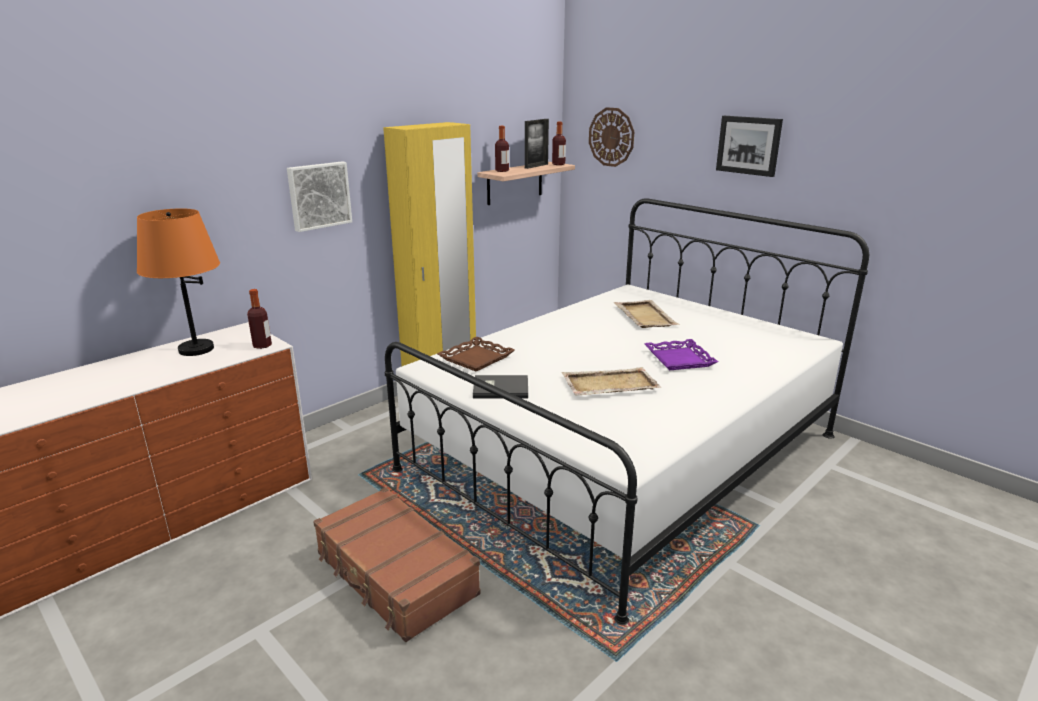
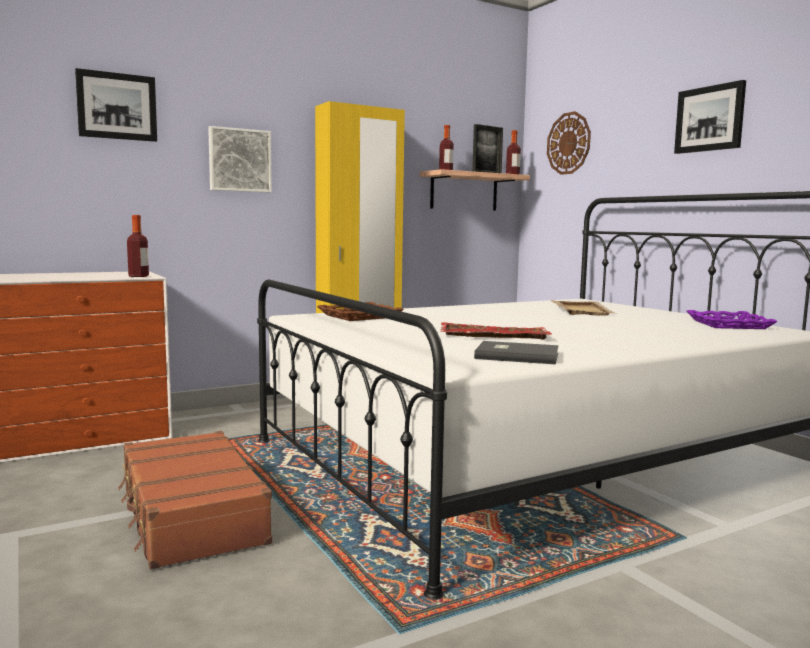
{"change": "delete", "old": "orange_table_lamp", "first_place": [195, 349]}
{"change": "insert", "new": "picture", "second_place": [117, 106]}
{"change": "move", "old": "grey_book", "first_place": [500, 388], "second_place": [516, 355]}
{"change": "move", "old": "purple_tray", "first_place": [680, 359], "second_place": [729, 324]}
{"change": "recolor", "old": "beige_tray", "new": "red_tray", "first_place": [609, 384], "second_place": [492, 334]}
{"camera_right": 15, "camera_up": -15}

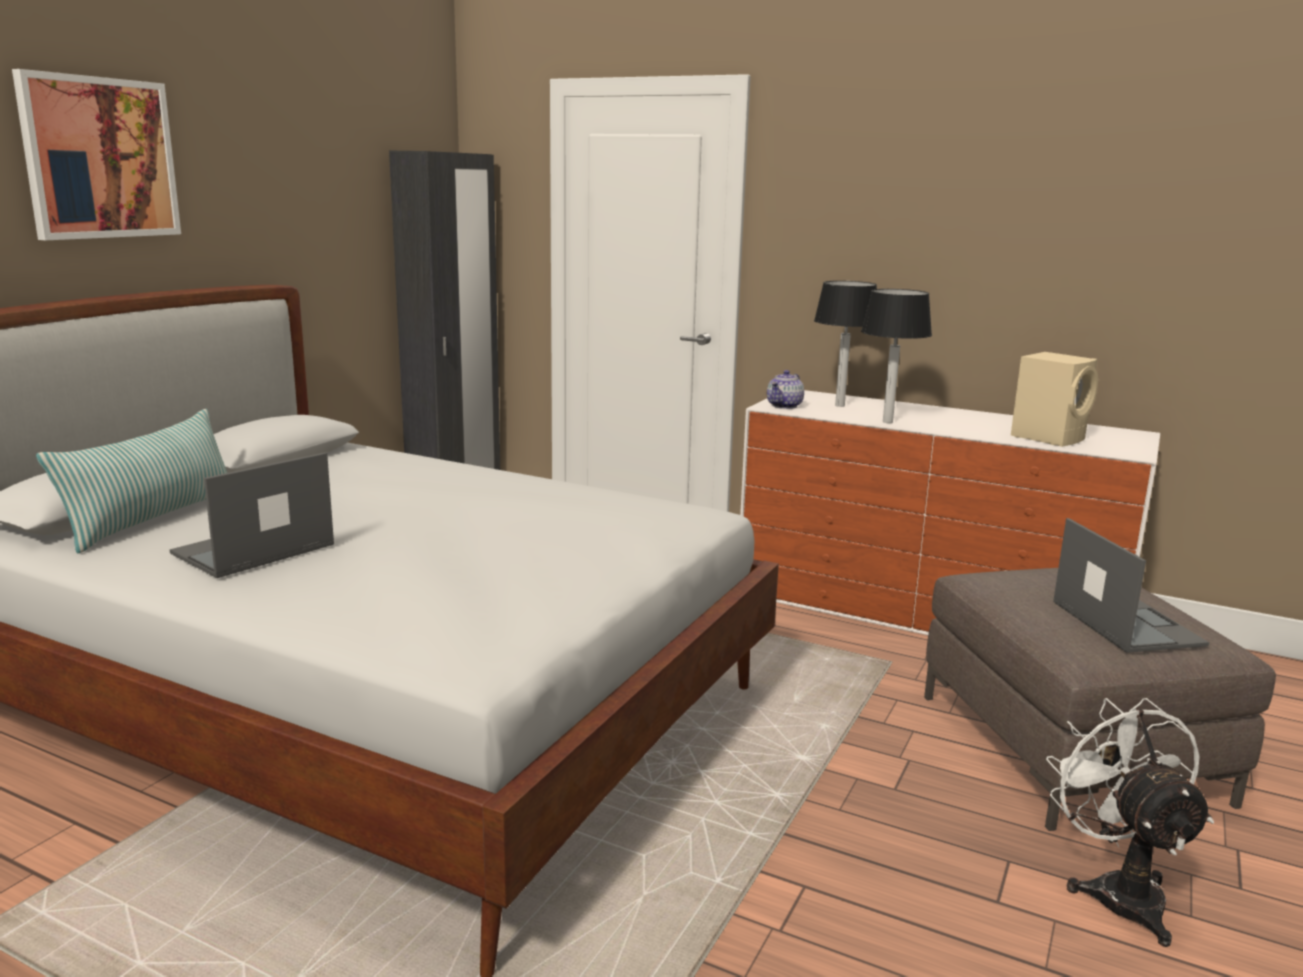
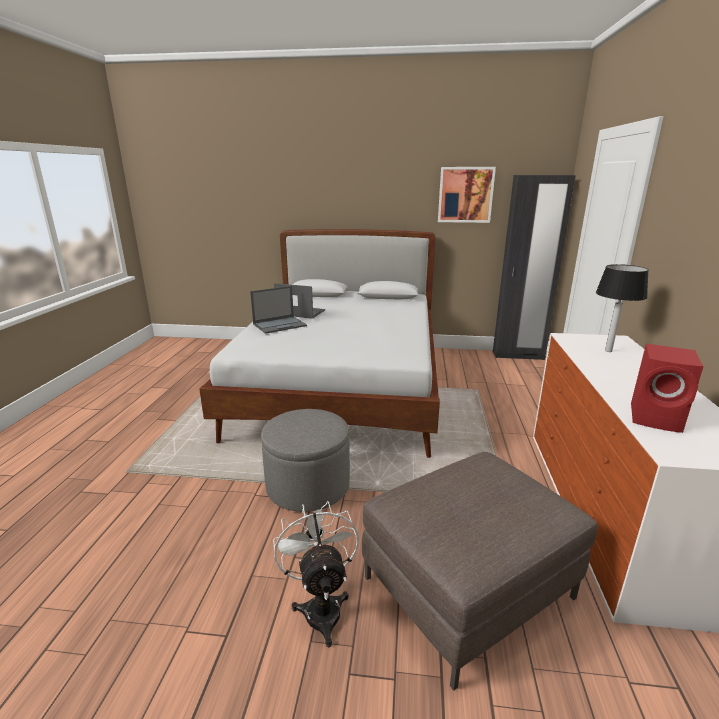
{"change": "delete", "old": "pillow", "first_place": [153, 519]}
{"change": "delete", "old": "teapot", "first_place": [785, 406]}
{"change": "delete", "old": "table_lamp", "first_place": [887, 422]}
{"change": "insert", "new": "grey_ottoman", "second_place": [308, 486]}
{"change": "move", "old": "picture", "first_place": [100, 158], "second_place": [465, 195]}
{"change": "move", "old": "laptop", "first_place": [1124, 622], "second_place": [280, 325]}
{"change": "recolor", "old": "beige_speaker", "new": "red_speaker", "first_place": [1049, 437], "second_place": [657, 418]}
{"change": "rotate", "old": "white_fan", "first_place": [1118, 891], "second_place": [321, 606], "degrees": -75}
{"camera_right": 70, "camera_up": 5}

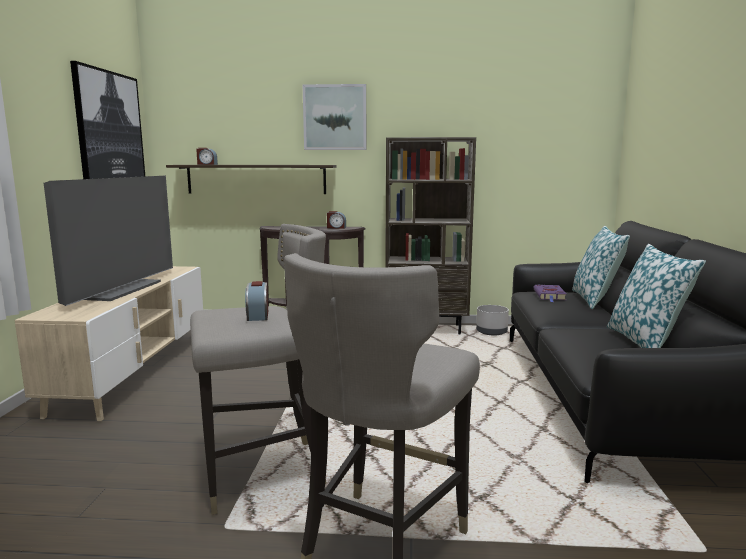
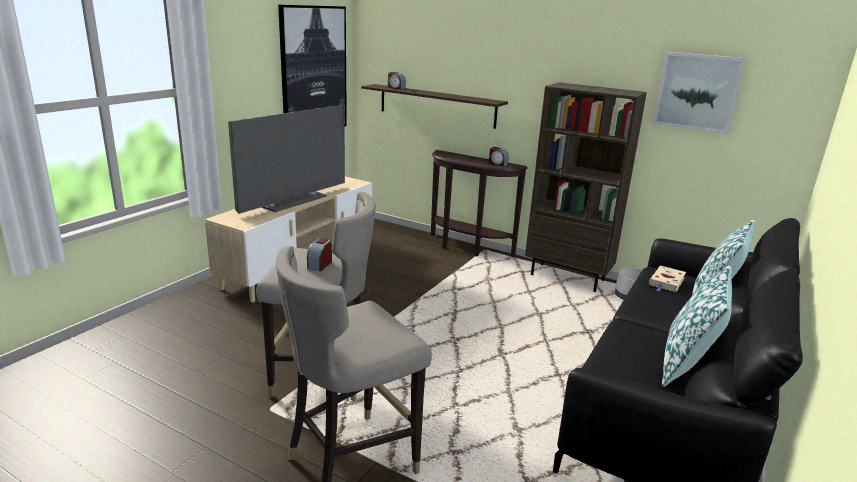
{"change": "move", "old": "picture", "first_place": [335, 117], "second_place": [697, 92]}
{"change": "recolor", "old": "purple_book", "new": "beige_book", "first_place": [549, 296], "second_place": [666, 282]}
{"camera_right": 25, "camera_up": 10}

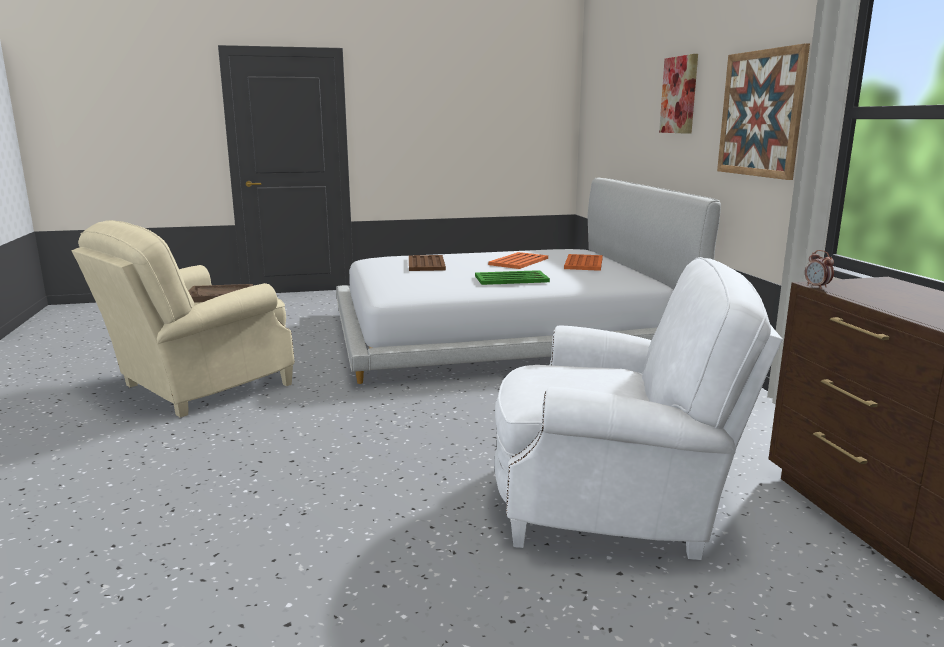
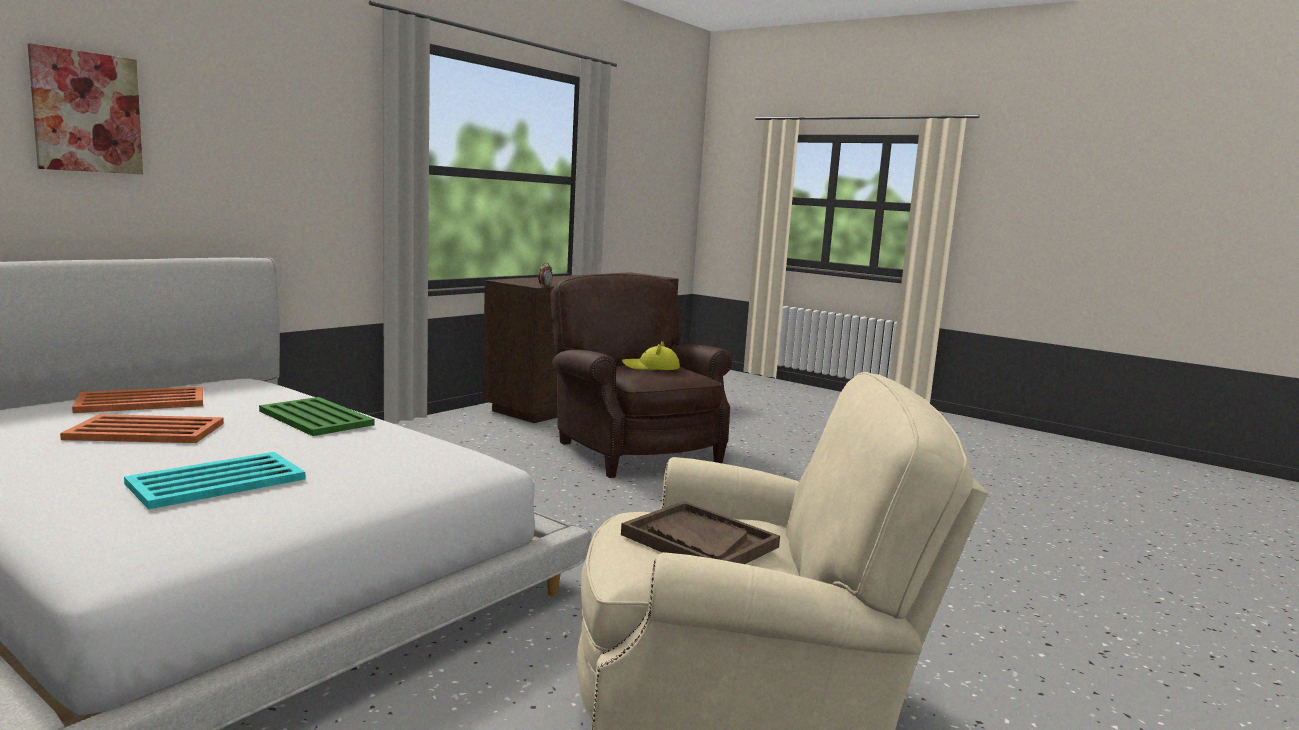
{"change": "delete", "old": "picture", "first_place": [760, 113]}
{"change": "insert", "new": "yellow_hat", "second_place": [651, 367]}
{"change": "recolor", "old": "brown_tray", "new": "turquoise_tray", "first_place": [426, 264], "second_place": [215, 481]}
{"change": "recolor", "old": "white_armchair", "new": "brown_armchair", "first_place": [616, 504], "second_place": [633, 450]}
{"camera_right": -130, "camera_up": -5}

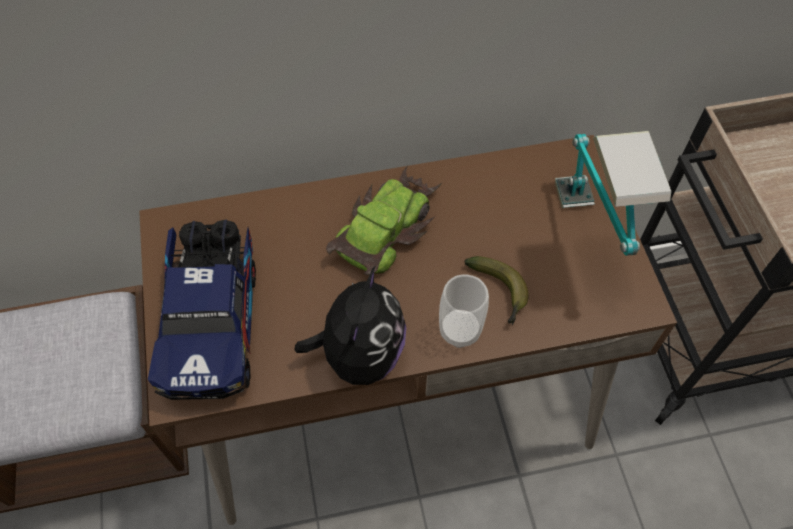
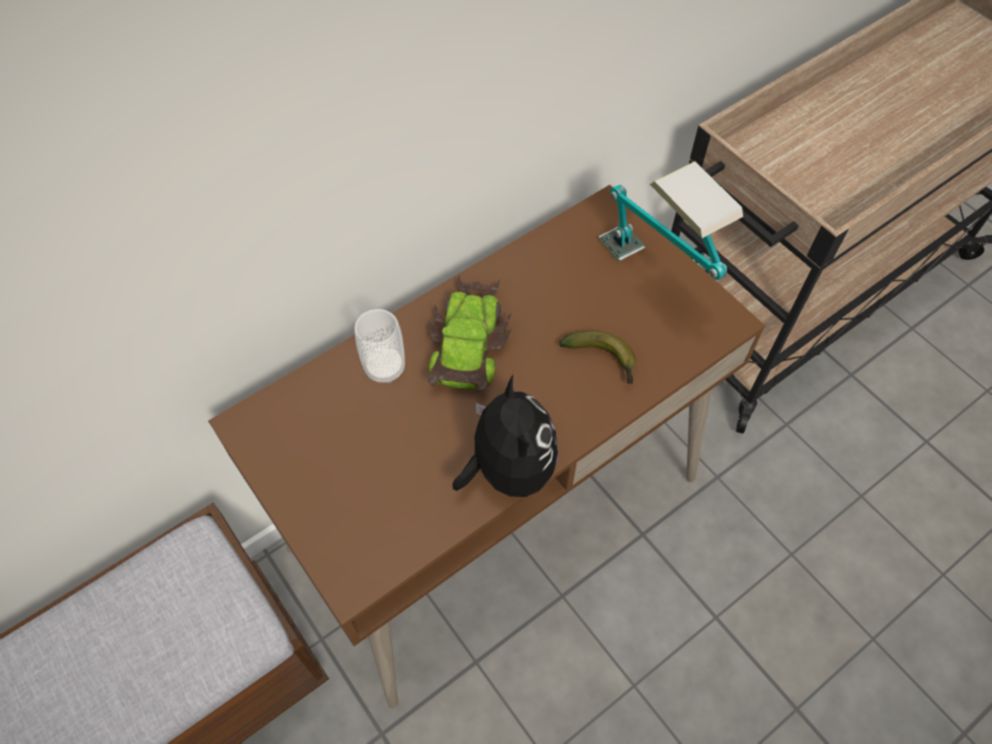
{"change": "delete", "old": "toy_truck", "first_place": [213, 320]}
{"change": "move", "old": "cup", "first_place": [460, 330], "second_place": [385, 368]}
{"camera_right": -25, "camera_up": 0}

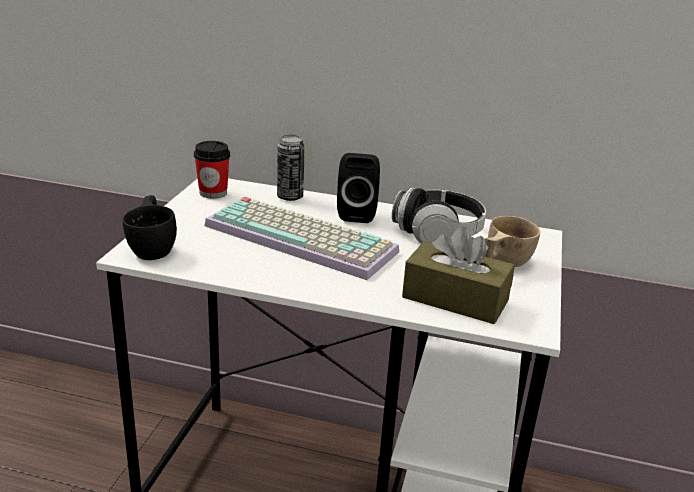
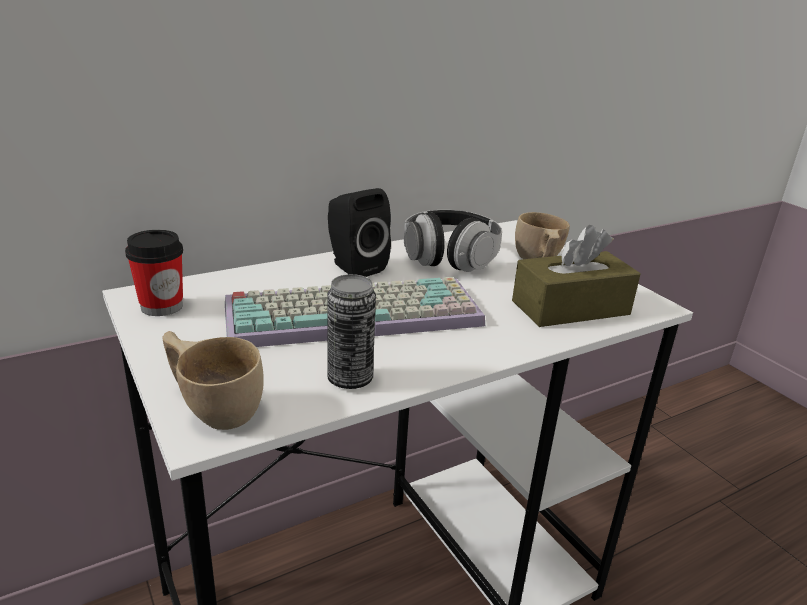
{"change": "move", "old": "can", "first_place": [290, 197], "second_place": [350, 379]}
{"change": "recolor", "old": "black_cup", "new": "beige_cup", "first_place": [153, 247], "second_place": [214, 405]}
{"camera_right": -45, "camera_up": 0}

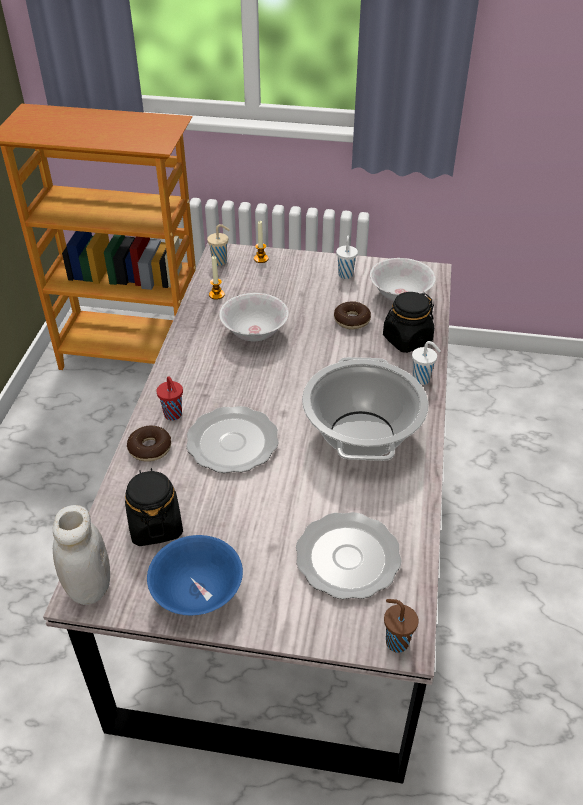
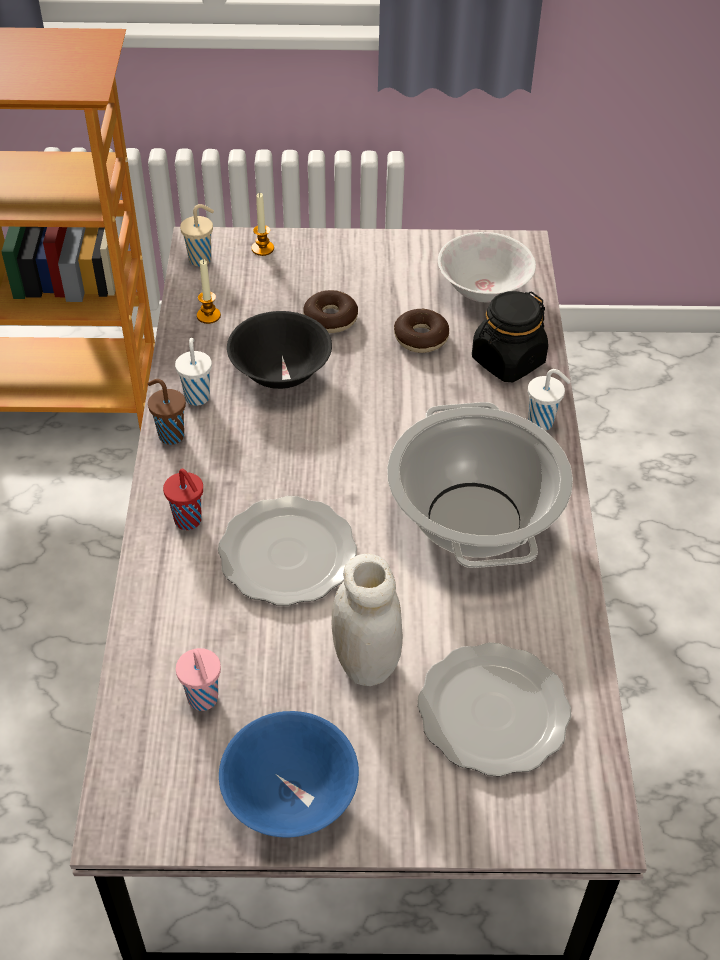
{"change": "move", "old": "white_jar", "first_place": [89, 587], "second_place": [366, 662]}
{"change": "move", "old": "donut", "first_place": [150, 448], "second_place": [330, 319]}
{"change": "move", "old": "white_cup", "first_place": [345, 274], "second_place": [197, 396]}
{"change": "move", "old": "brown_cup", "first_place": [395, 641], "second_place": [170, 435]}
{"change": "replace", "old": "black_jar", "new": "pink_cup", "first_place": [155, 525], "second_place": [203, 700]}
{"change": "recolor", "old": "white_bowl", "new": "black_bowl", "first_place": [254, 333], "second_place": [280, 374]}
{"camera_right": -10, "camera_up": 5}

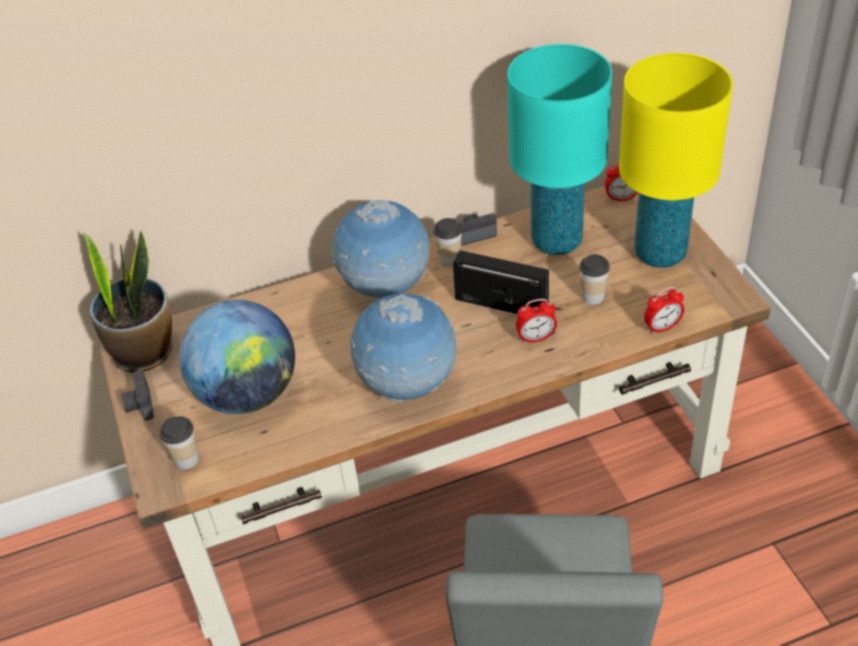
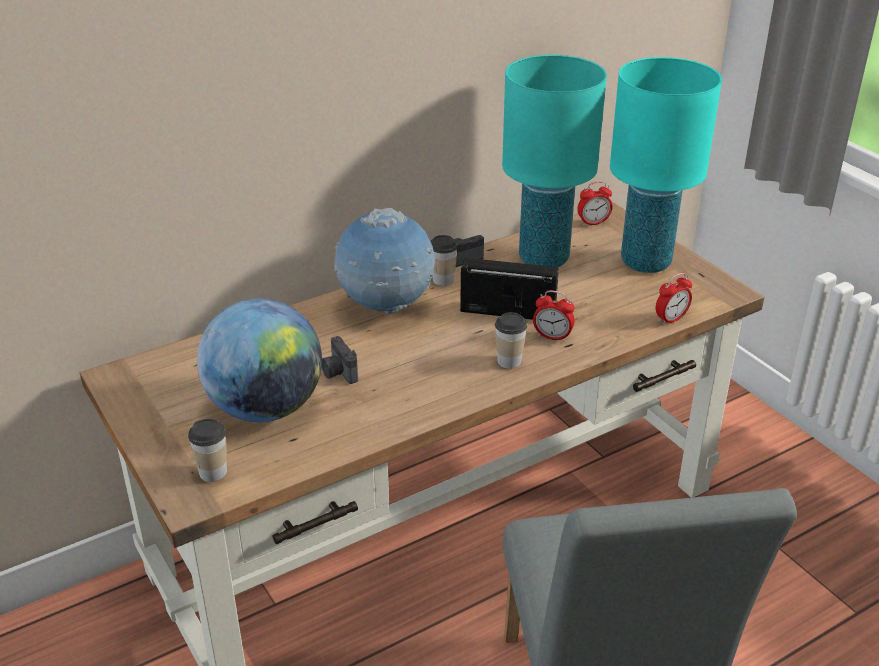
{"change": "delete", "old": "potted_plant", "first_place": [144, 351]}
{"change": "delete", "old": "globe", "first_place": [408, 386]}
{"change": "move", "old": "photo_camera", "first_place": [140, 405], "second_place": [338, 373]}
{"change": "move", "old": "cup", "first_place": [593, 296], "second_place": [509, 361]}
{"change": "recolor", "old": "yellow_table_lamp", "new": "turquoise_table_lamp", "first_place": [660, 253], "second_place": [646, 262]}
{"change": "rotate", "old": "alarm_clock", "first_place": [536, 338], "second_place": [552, 337], "degrees": 45}
{"camera_right": -15, "camera_up": -10}

